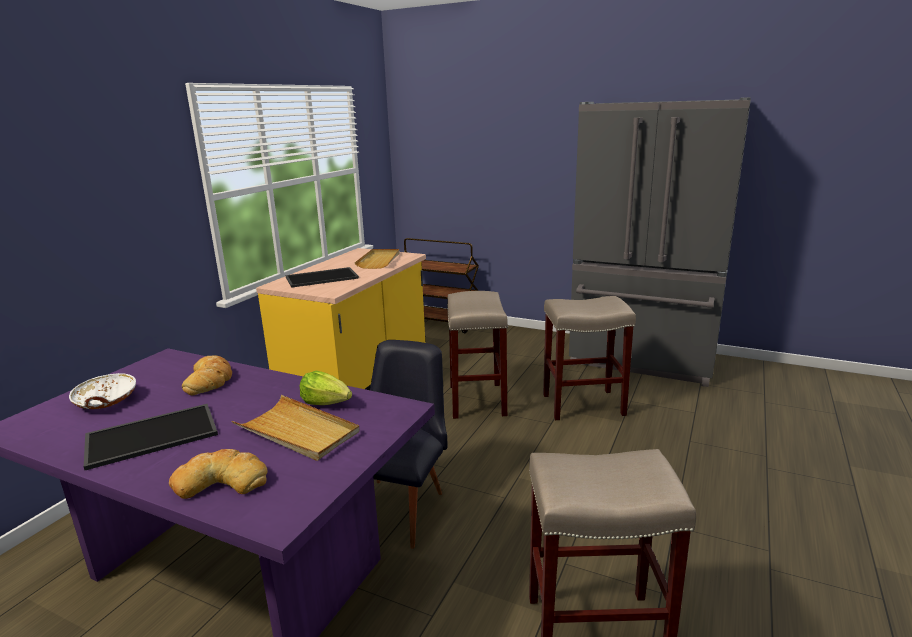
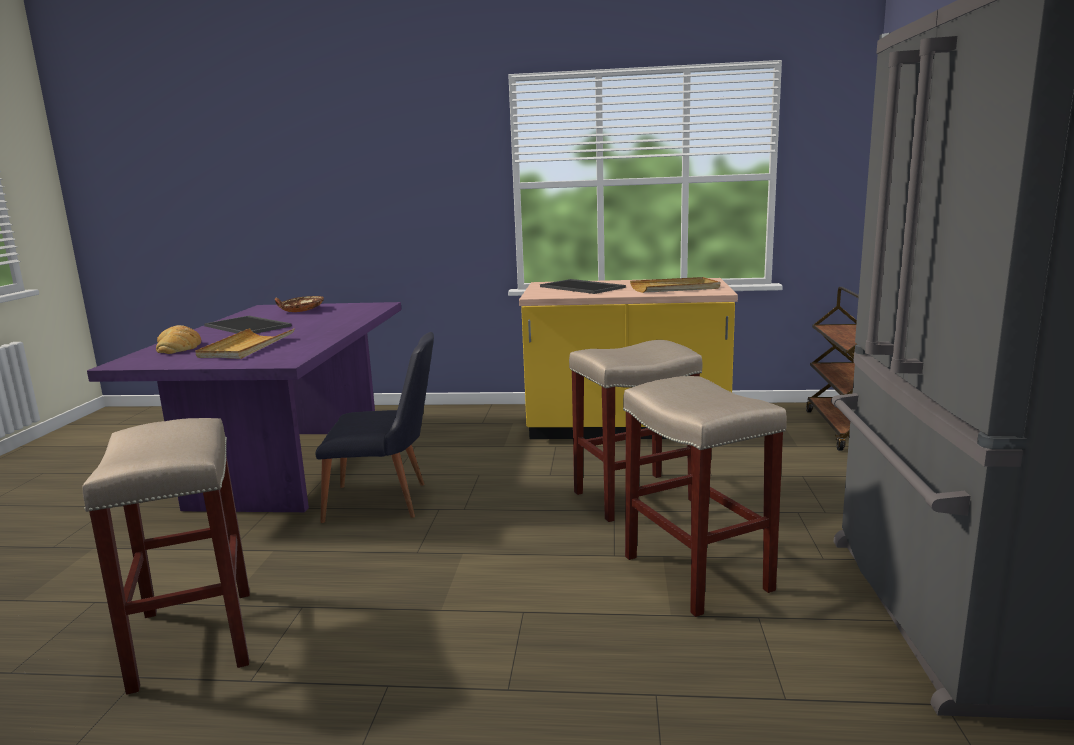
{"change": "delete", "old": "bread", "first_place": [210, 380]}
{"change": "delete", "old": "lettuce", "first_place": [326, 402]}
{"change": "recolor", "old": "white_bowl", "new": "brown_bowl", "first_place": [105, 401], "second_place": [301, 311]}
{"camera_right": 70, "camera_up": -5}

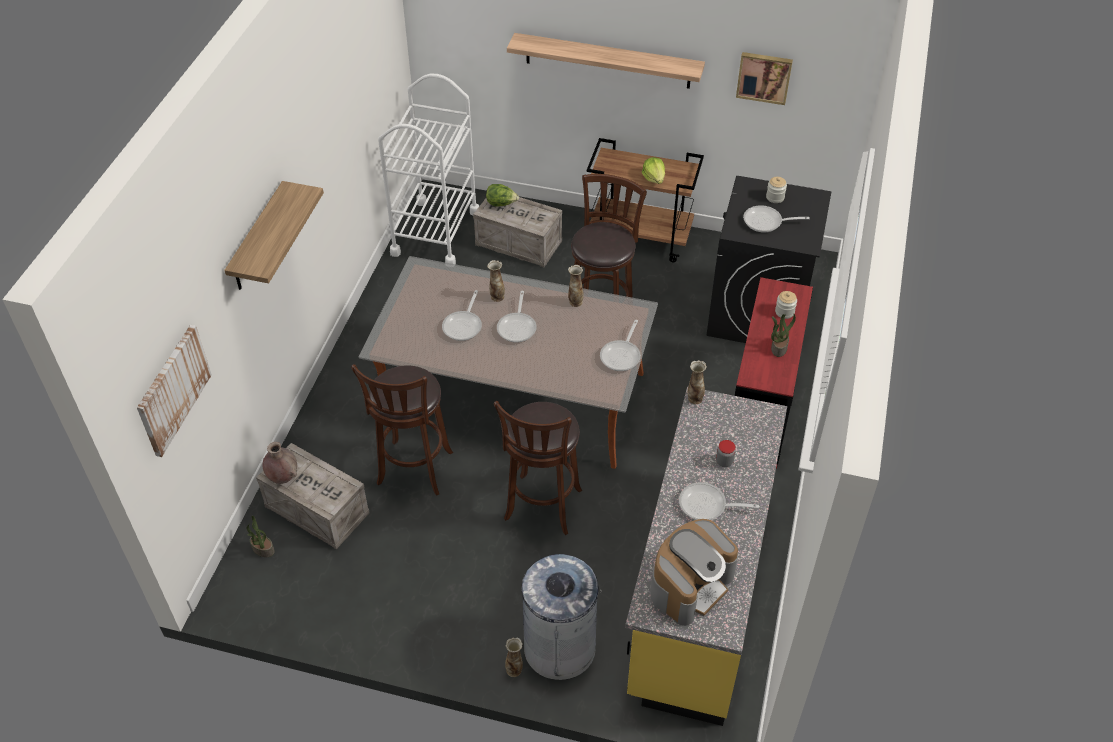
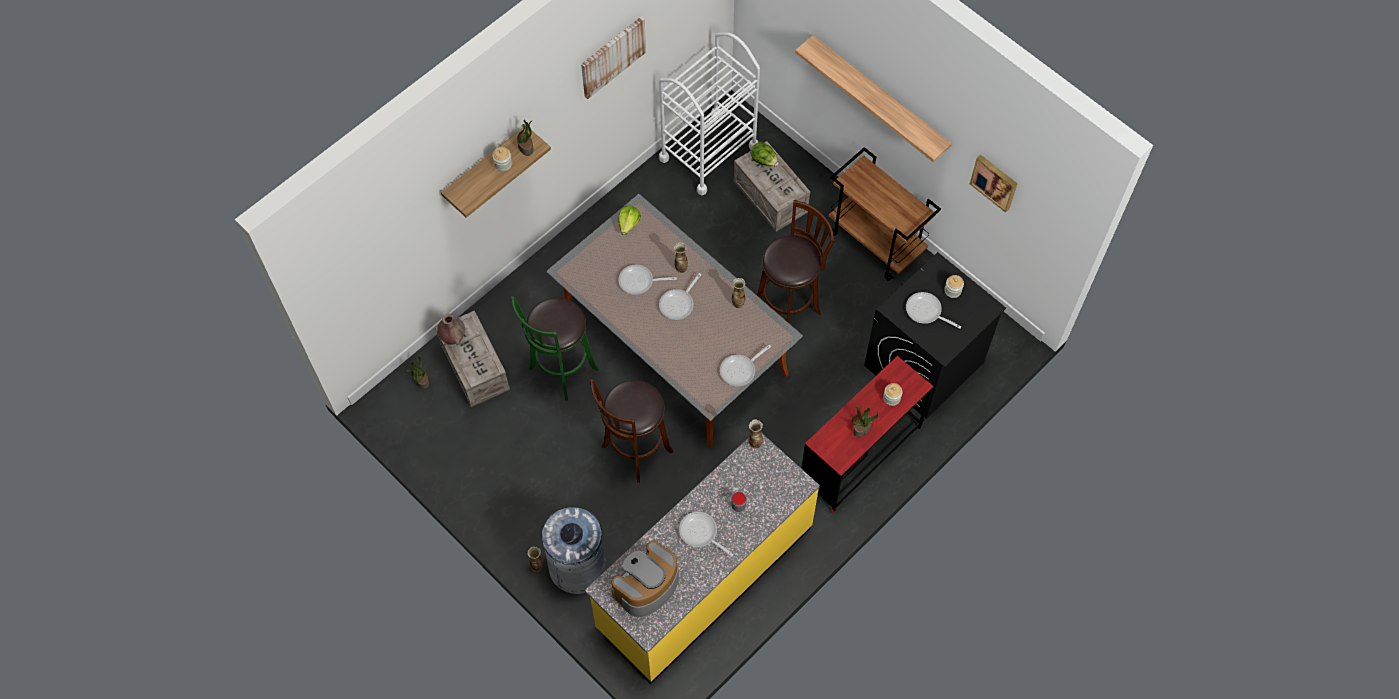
{"change": "insert", "new": "jar", "second_place": [503, 164]}
{"change": "insert", "new": "potted_plant", "second_place": [526, 147]}
{"change": "move", "old": "picture", "first_place": [173, 389], "second_place": [612, 56]}
{"change": "move", "old": "lettuce", "first_place": [654, 178], "second_place": [629, 224]}
{"change": "recolor", "old": "brown_stool", "new": "green_stool", "first_place": [414, 471], "second_place": [561, 371]}
{"change": "rotate", "old": "frying_pan", "first_place": [464, 325], "second_place": [639, 282], "degrees": 45}
{"change": "rotate", "old": "coffee_machine", "first_place": [690, 585], "second_place": [646, 586], "degrees": 150}
{"camera_right": 30, "camera_up": 15}

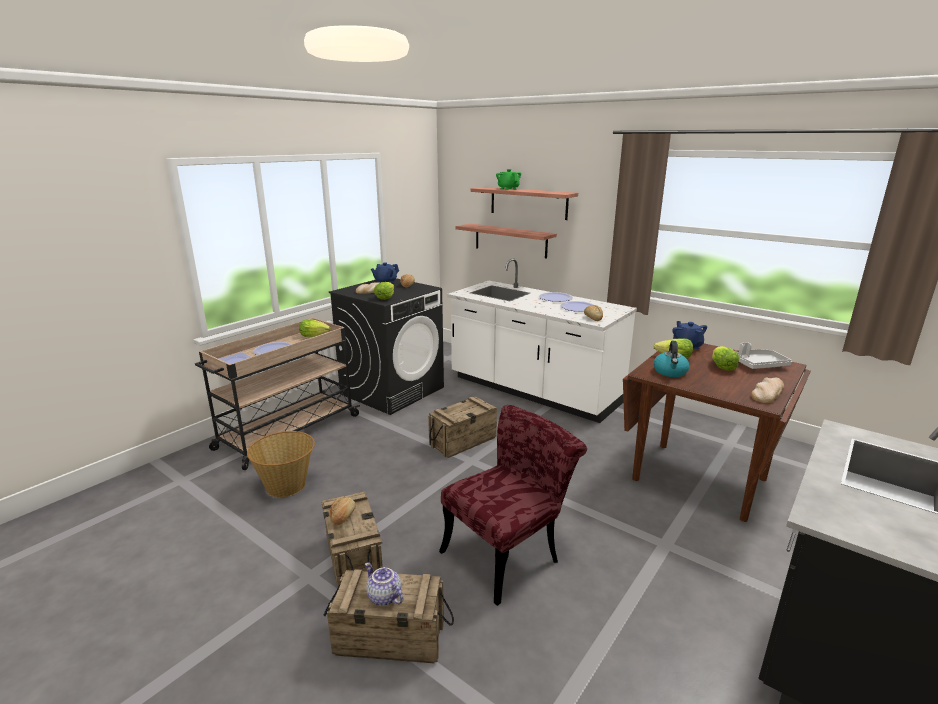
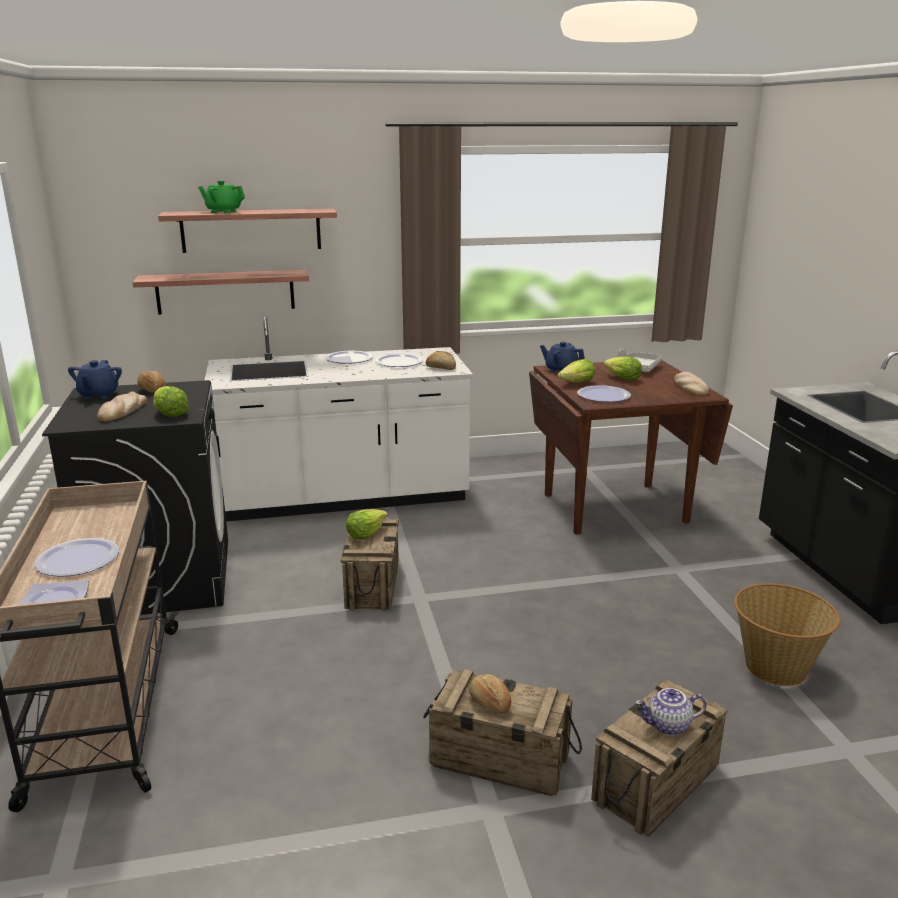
{"change": "delete", "old": "red_chair", "first_place": [509, 552]}
{"change": "move", "old": "basket", "first_place": [287, 485], "second_place": [776, 667]}
{"change": "move", "old": "lettuce", "first_place": [314, 335], "second_place": [365, 533]}
{"change": "replace", "old": "kettle", "new": "plate", "first_place": [670, 372], "second_place": [603, 395]}
{"camera_right": -50, "camera_up": 0}

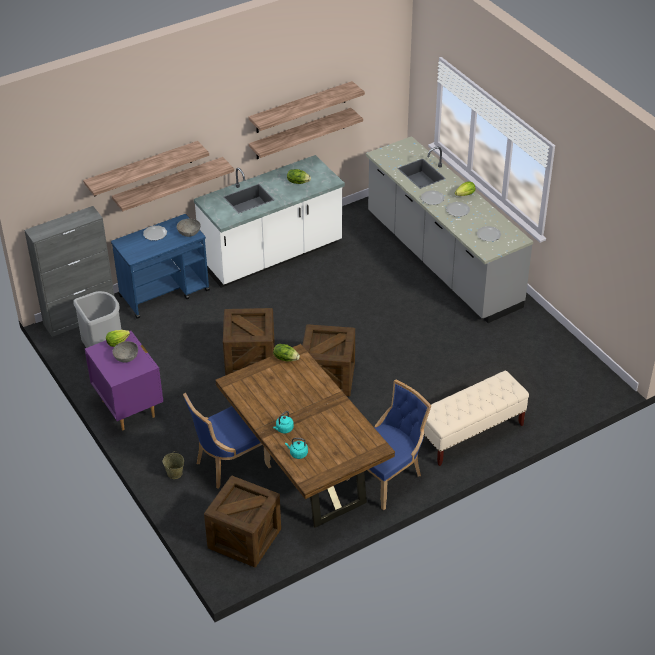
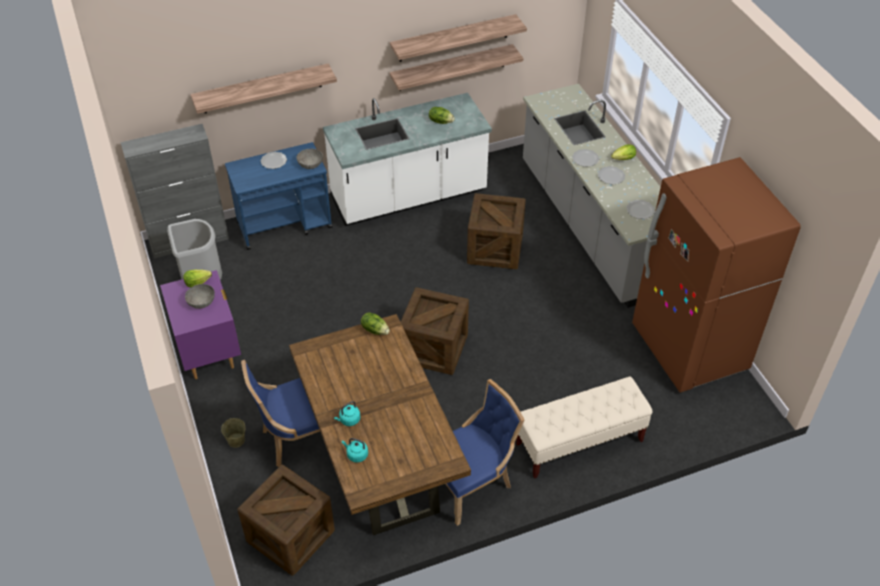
{"change": "delete", "old": "shelf", "first_place": [169, 185]}
{"change": "insert", "new": "brown_fridge", "second_place": [689, 349]}
{"change": "move", "old": "crate", "first_place": [250, 359], "second_place": [495, 249]}
{"camera_right": 10, "camera_up": 5}

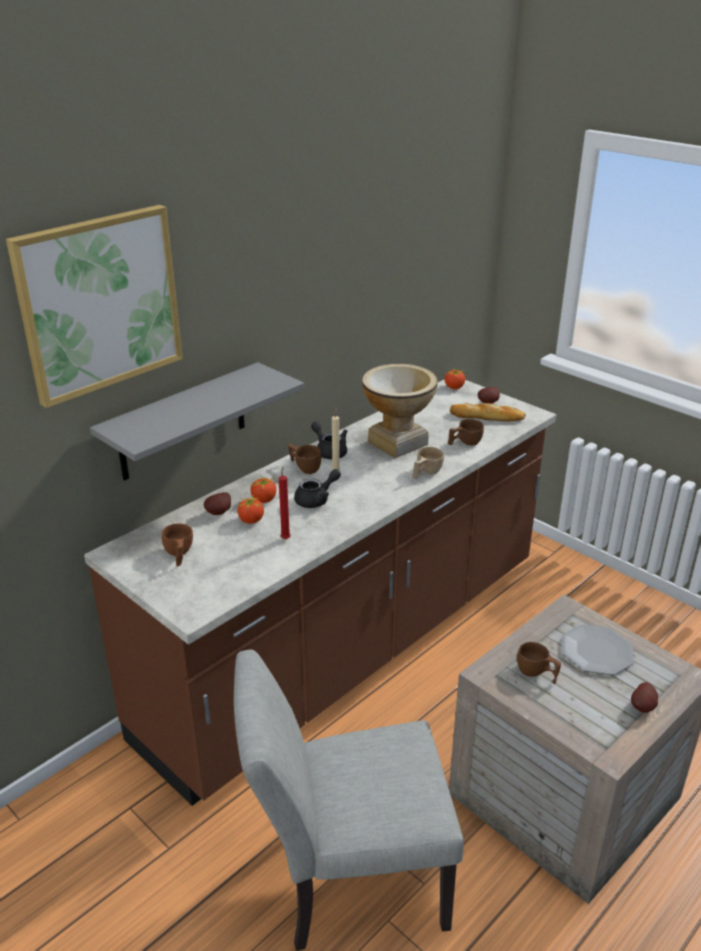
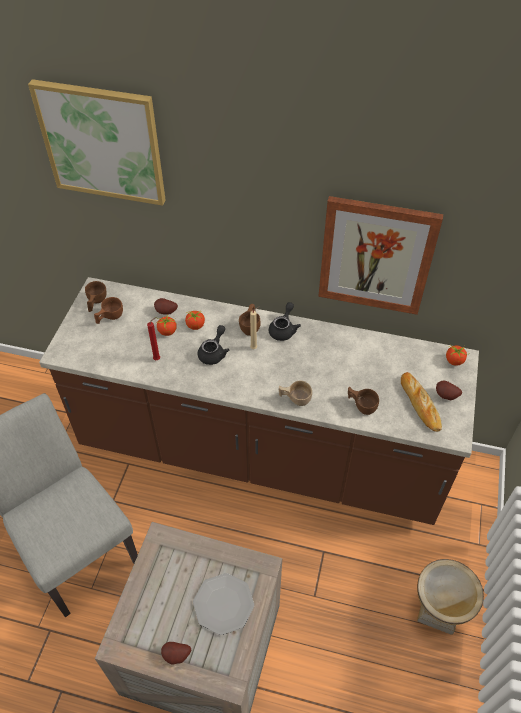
{"change": "delete", "old": "grey_shelf", "first_place": [182, 422]}
{"change": "insert", "new": "picture", "second_place": [376, 256]}
{"change": "move", "old": "vase", "first_place": [397, 443], "second_place": [437, 611]}
{"change": "move", "old": "brown_cup", "first_place": [536, 674], "second_place": [95, 302]}
{"change": "rotate", "old": "black_teapot", "first_place": [316, 500], "second_place": [214, 353], "degrees": -90}
{"camera_right": 60, "camera_up": 20}

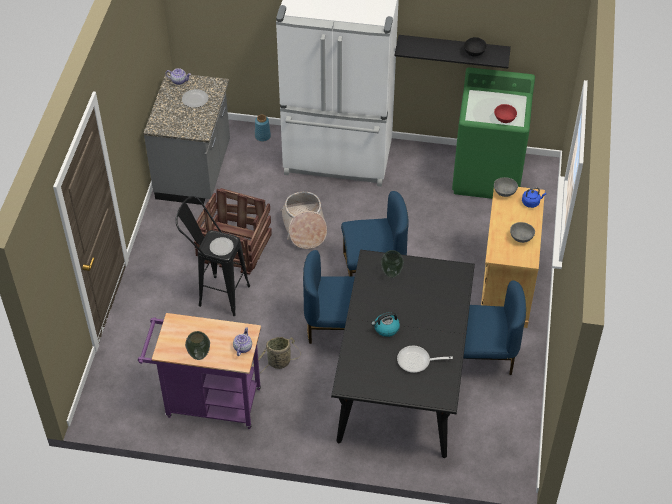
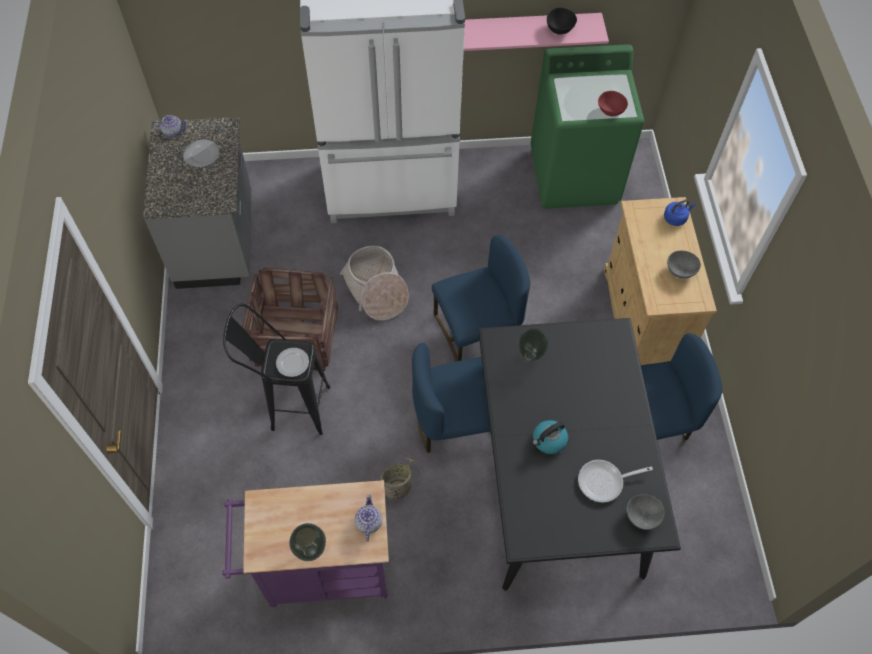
{"change": "delete", "old": "blue_vase", "first_place": [262, 136]}
{"change": "move", "old": "grey_bowl", "first_place": [505, 193], "second_place": [643, 517]}
{"change": "recolor", "old": "black_shelf", "new": "pink_shelf", "first_place": [453, 50], "second_place": [526, 29]}
{"camera_right": -15, "camera_up": 10}

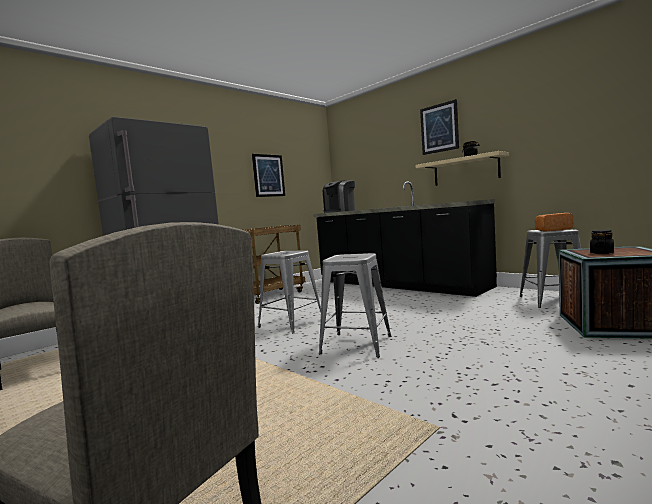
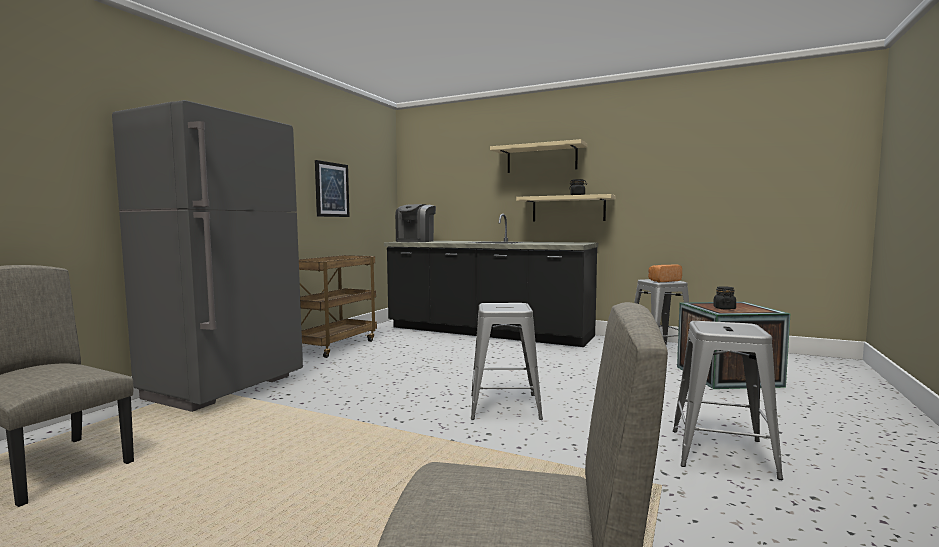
{"change": "move", "old": "grey_stool", "first_place": [291, 323], "second_place": [722, 453]}
{"change": "replace", "old": "picture", "new": "beige_shelf", "first_place": [439, 128], "second_place": [541, 159]}
{"camera_right": -20, "camera_up": 0}

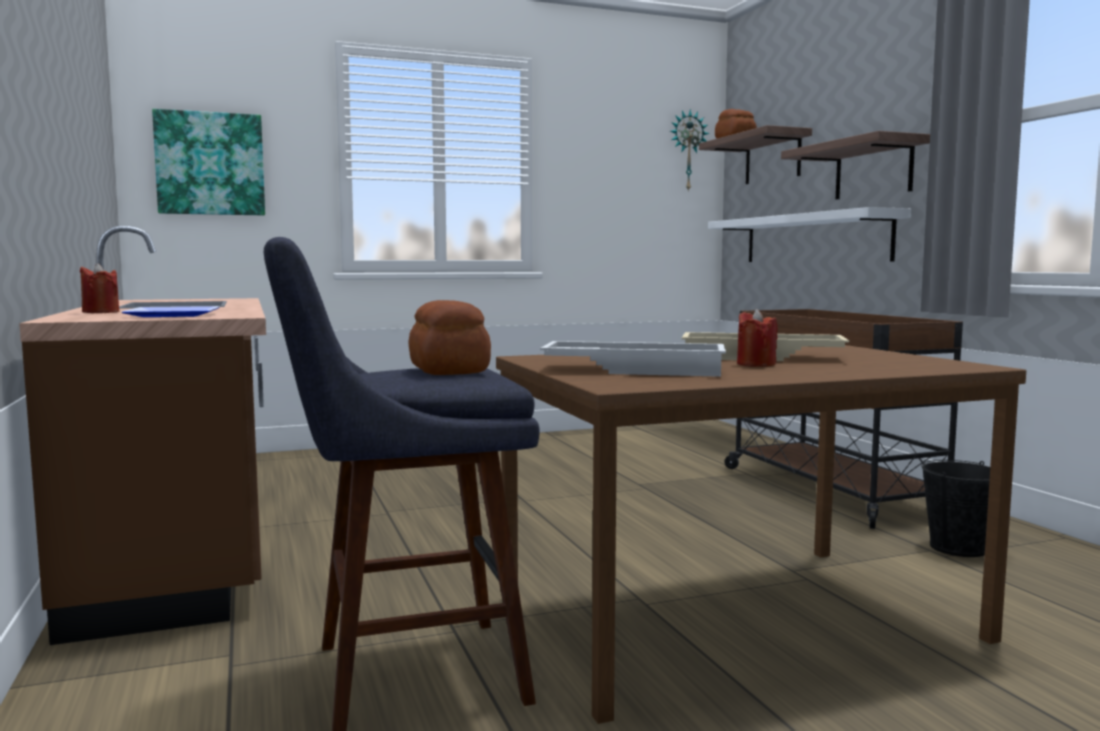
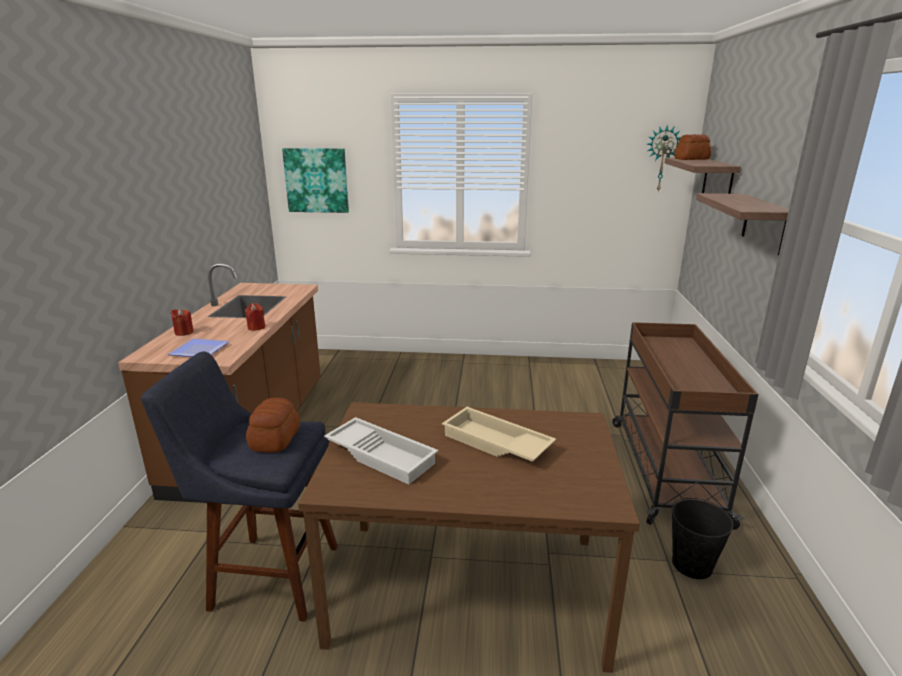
{"change": "delete", "old": "white_shelf", "first_place": [814, 239]}
{"change": "move", "old": "red_candle", "first_place": [756, 364], "second_place": [256, 327]}
{"camera_right": 25, "camera_up": 15}

